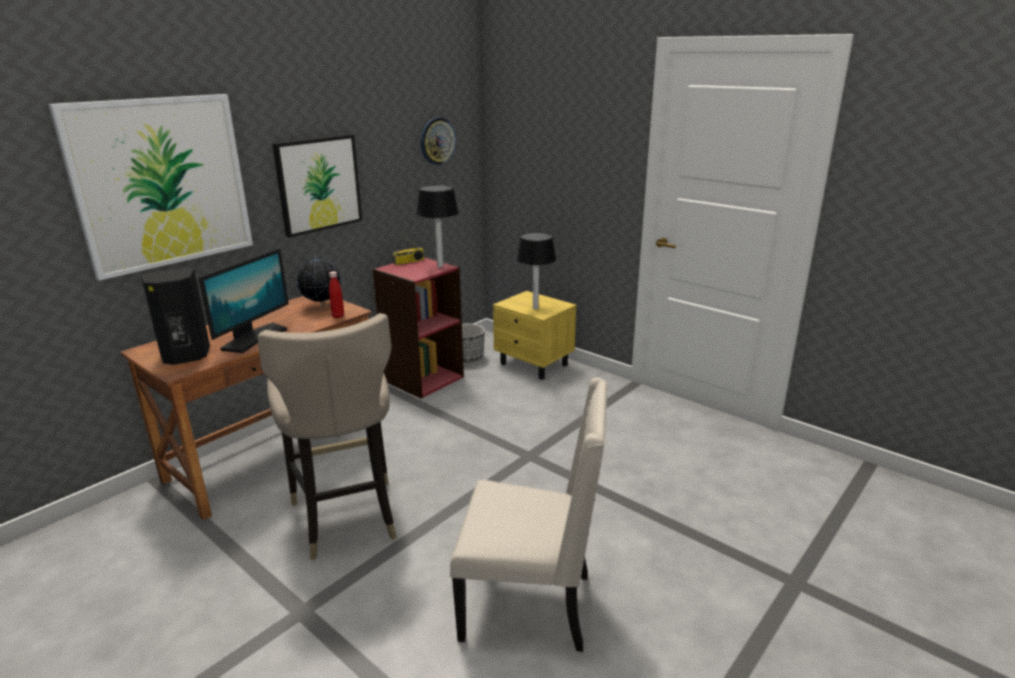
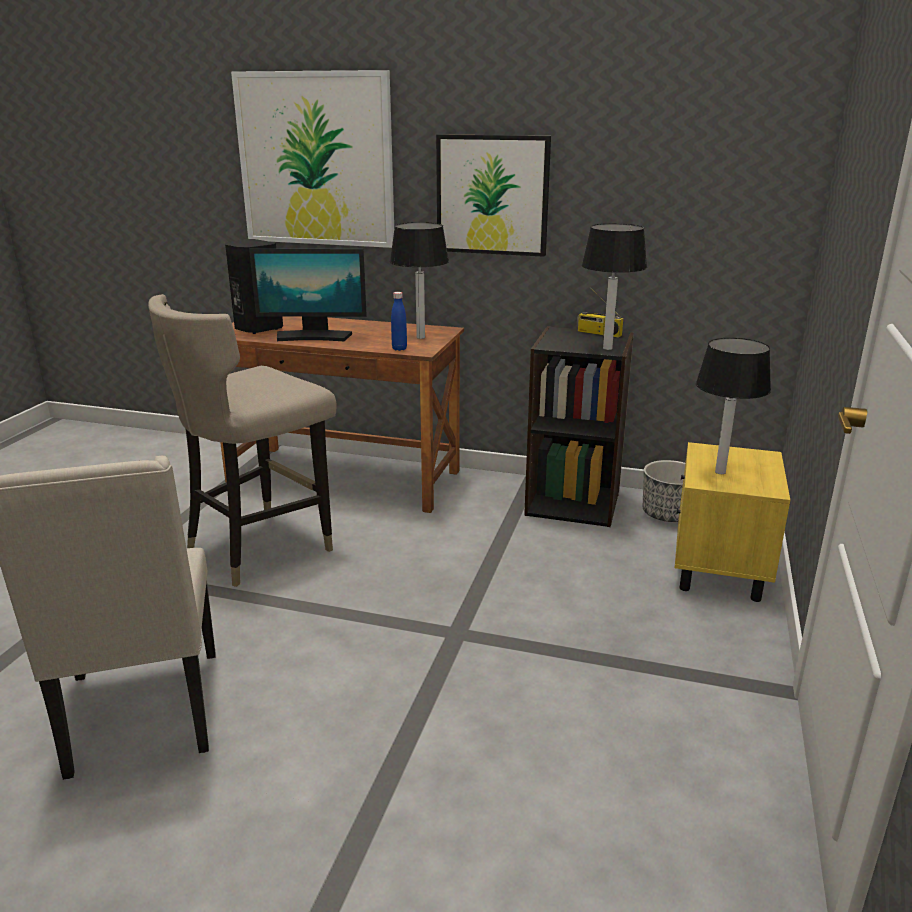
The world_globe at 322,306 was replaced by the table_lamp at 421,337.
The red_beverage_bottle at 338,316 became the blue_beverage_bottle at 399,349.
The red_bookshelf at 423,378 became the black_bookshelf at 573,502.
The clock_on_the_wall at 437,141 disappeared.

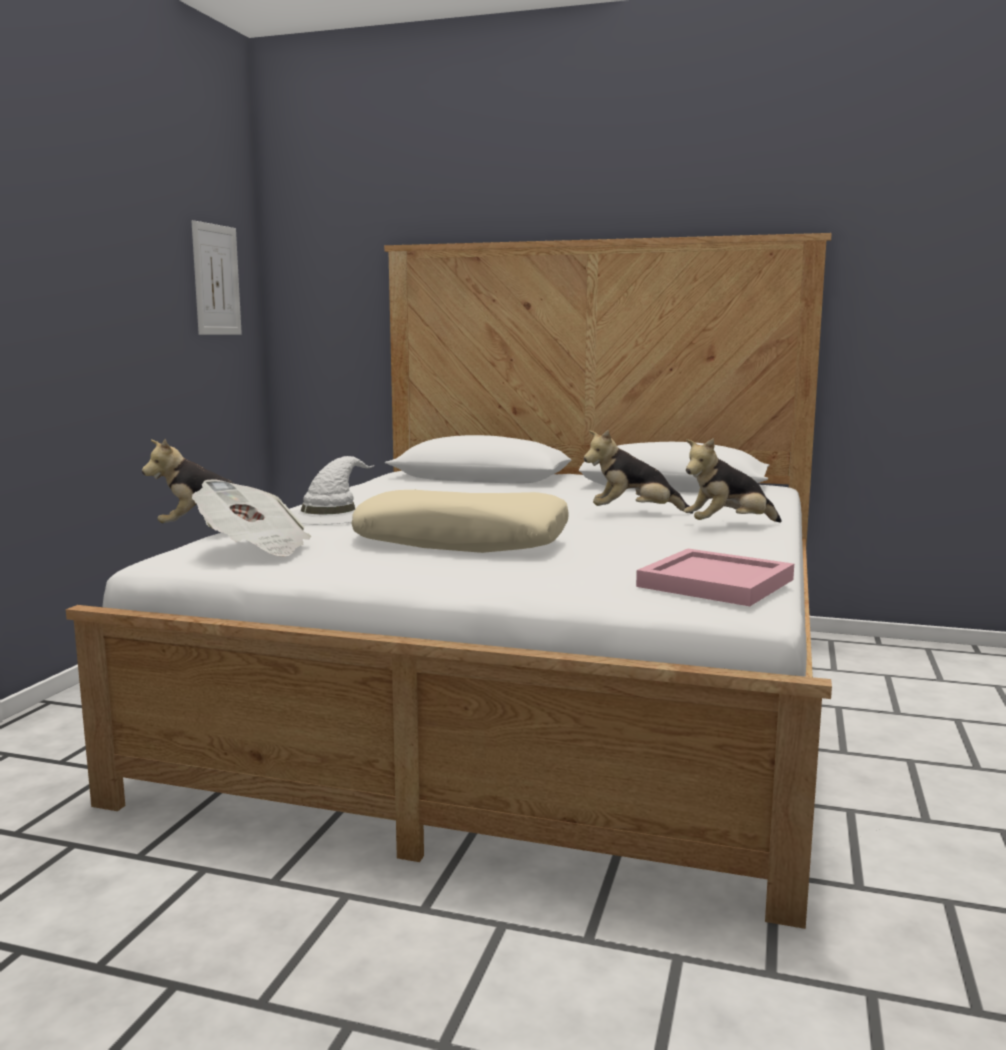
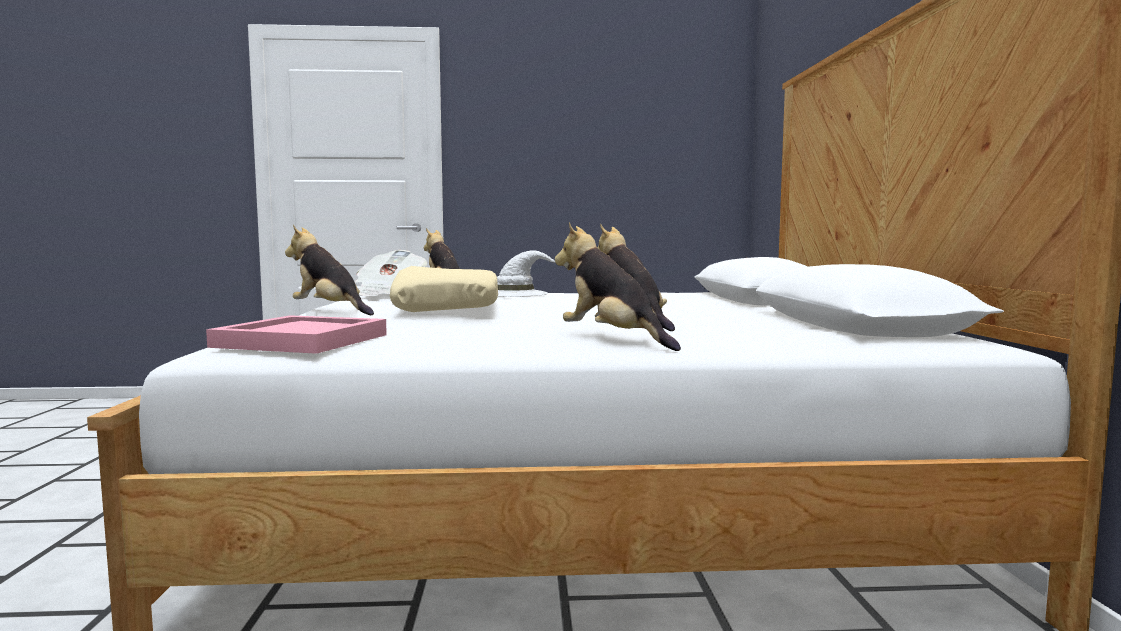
The picture at 216,280 disappeared.
The plush_toy at 330,311 appeared.

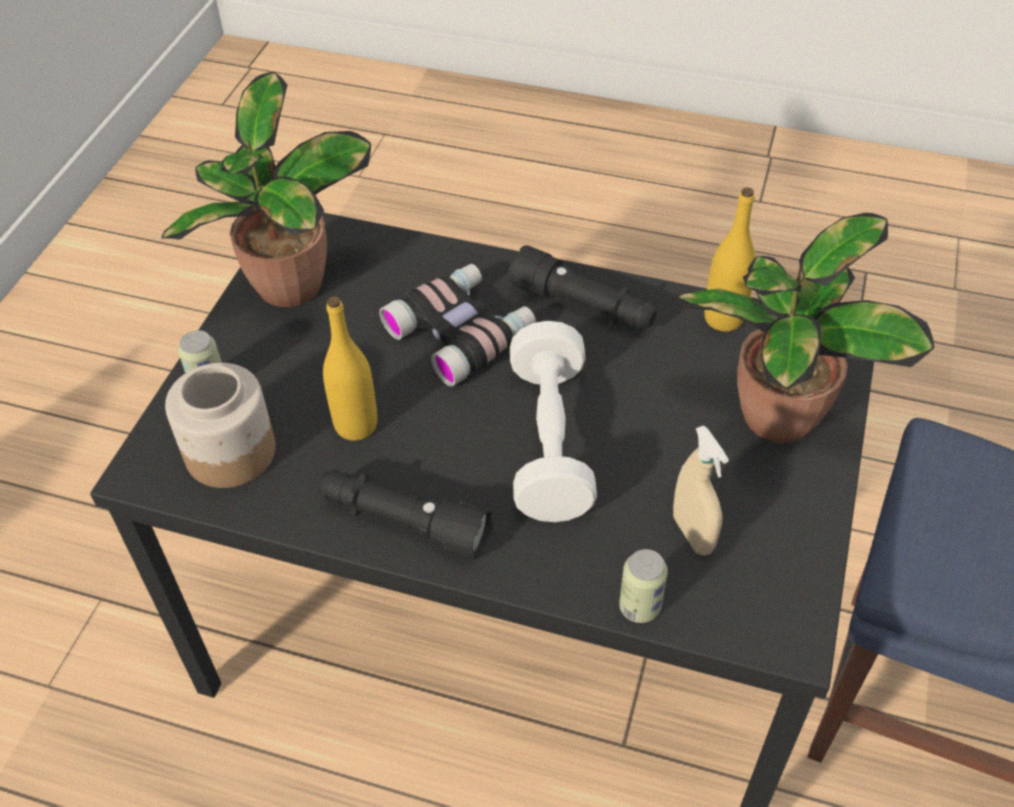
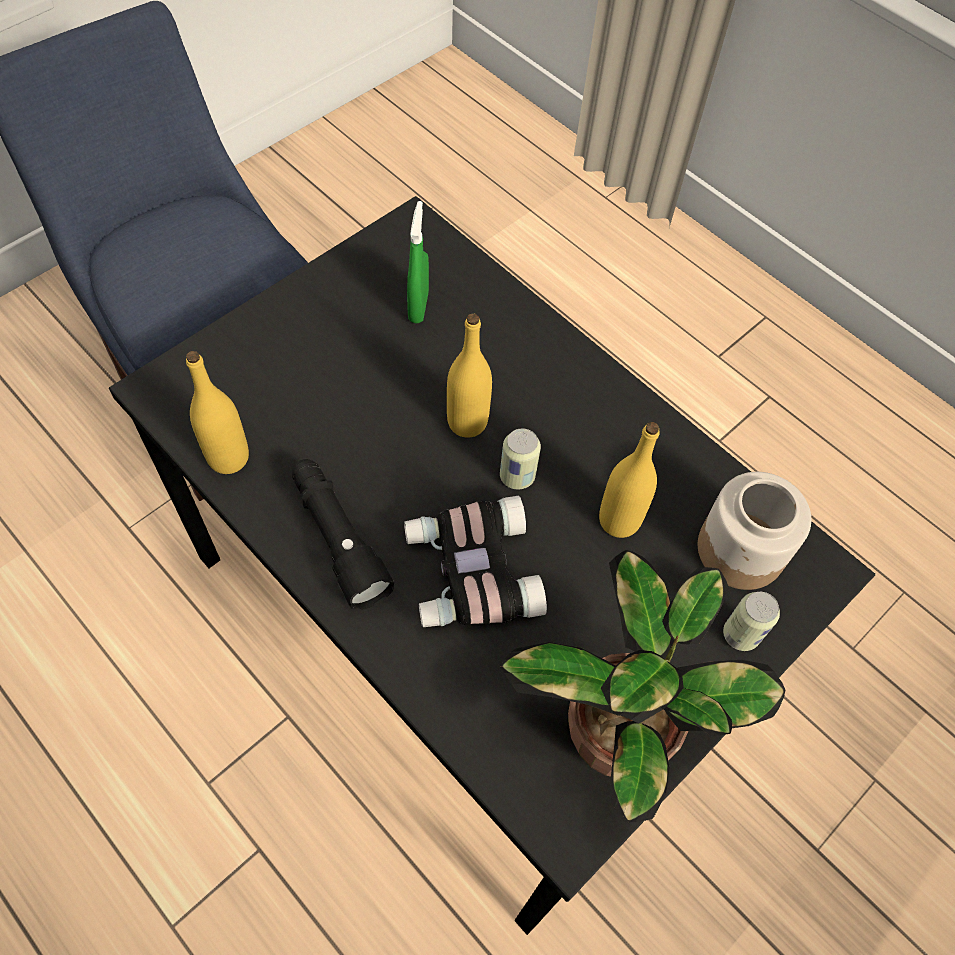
The black_torch at 404,522 disappeared.
The white-coloured_dumbbell at 550,442 was replaced by the yellowish_beverage_bottle at 467,422.
The metal_can moved from 640,607 to 517,476.
The sand-coloured_sprayer at 692,534 became the green-coloured_sprayer at 418,307.
The plant_in_a_pot at 774,418 disappeared.

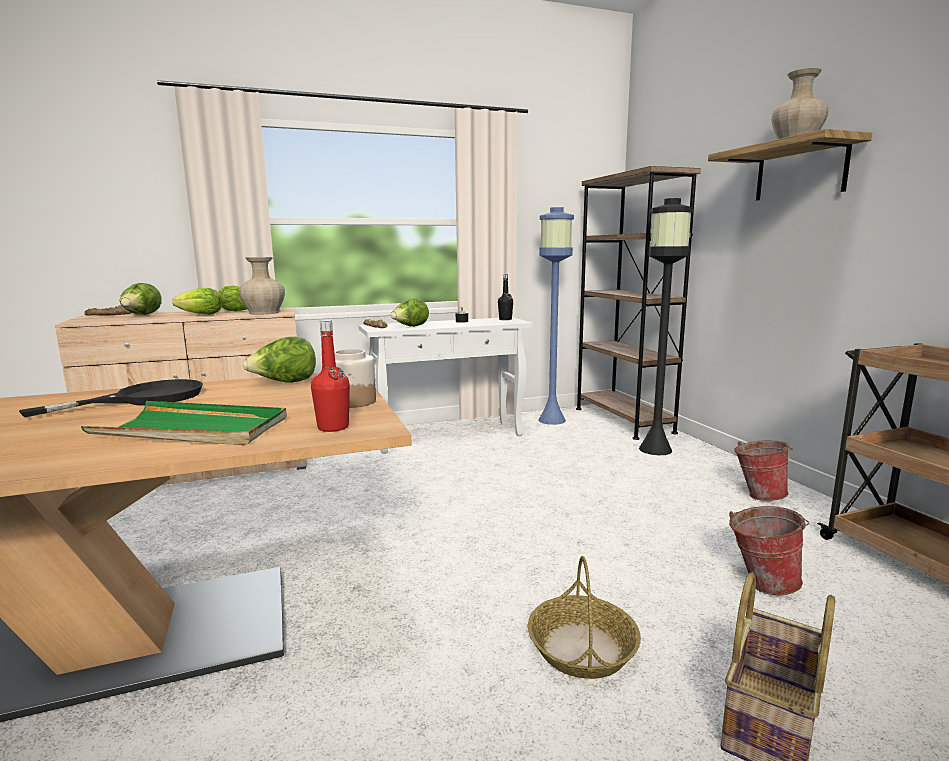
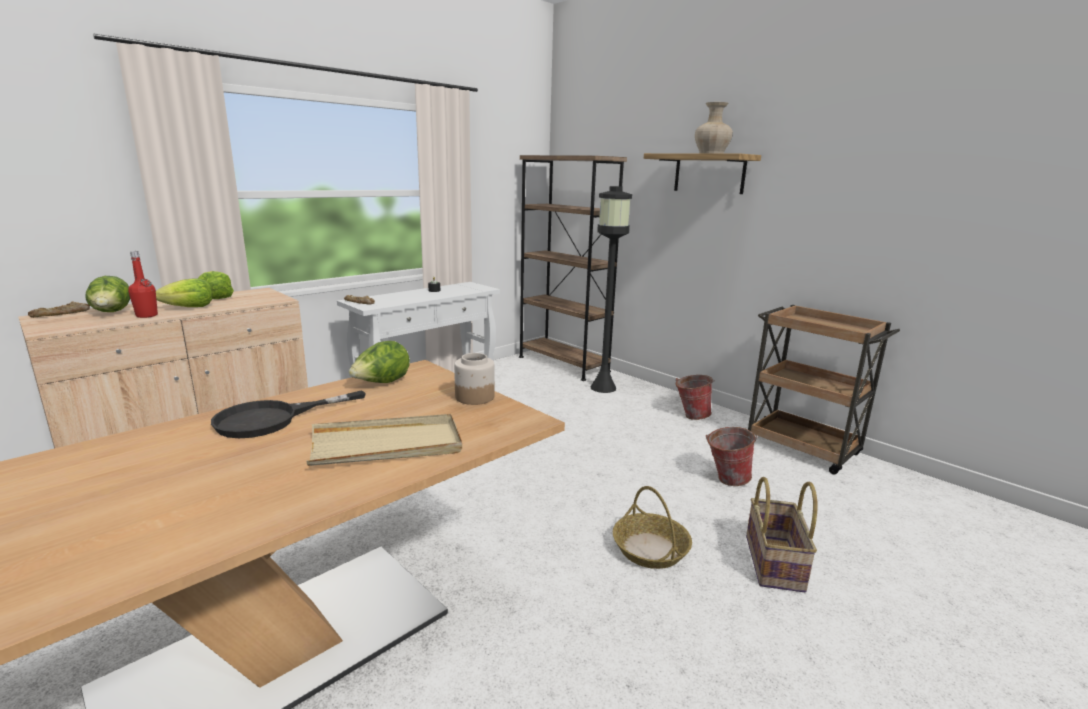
The black_frying_pan at 144,399 turned 150 degrees counterclockwise.
The green-coloured_serving_tray at 193,430 became the sand-coloured_serving_tray at 386,445.
The sand-coloured_flower_vase at 265,312 disappeared.
The red_beverage_bottle moved from 333,427 to 147,315.
The lettuce_head at 410,327 disappeared.
The black_beverage_bottle at 505,319 disappeared.
The blue_standing_lamp at 551,420 disappeared.

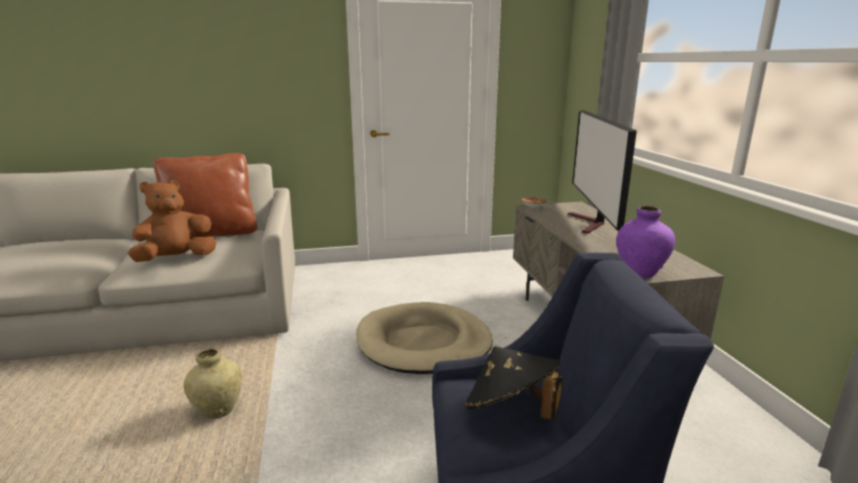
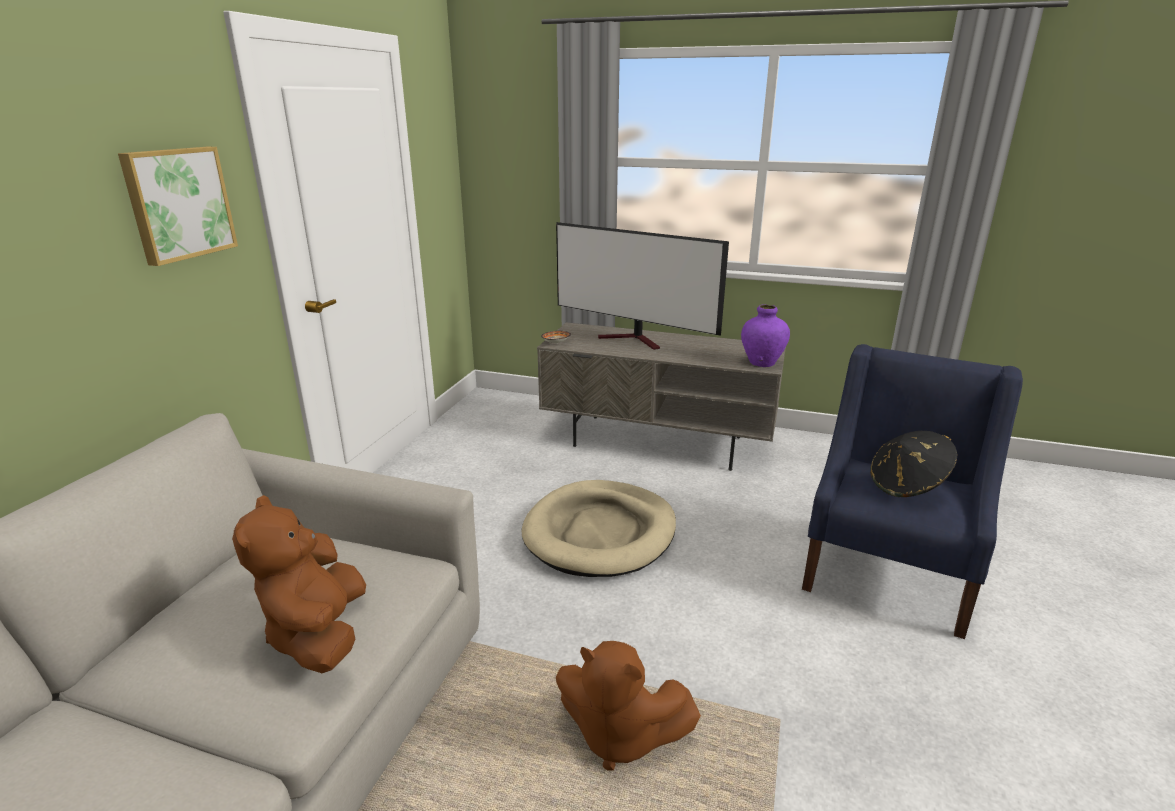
The brown-coloured_cushion at 212,235 disappeared.
The sand-coloured_flower_vase at 218,410 was replaced by the brown-coloured_plush_toy at 619,735.
The picture at 178,203 appeared.

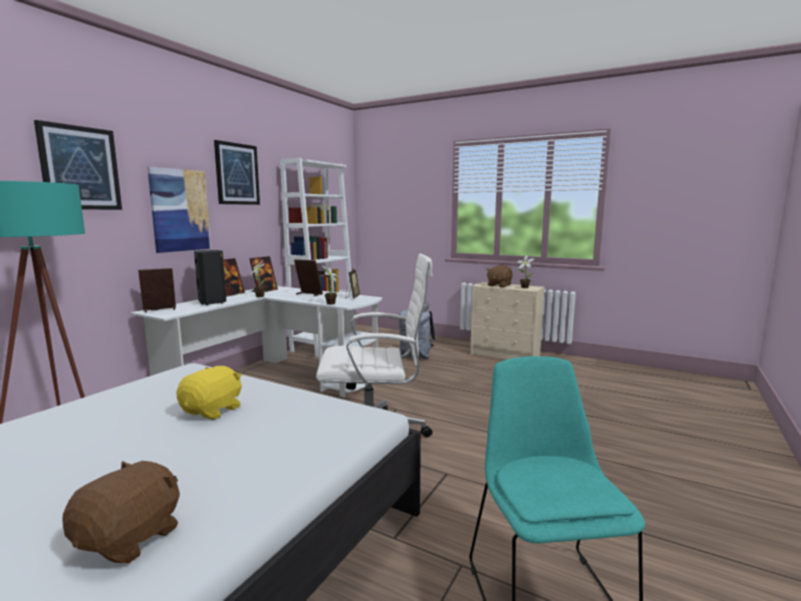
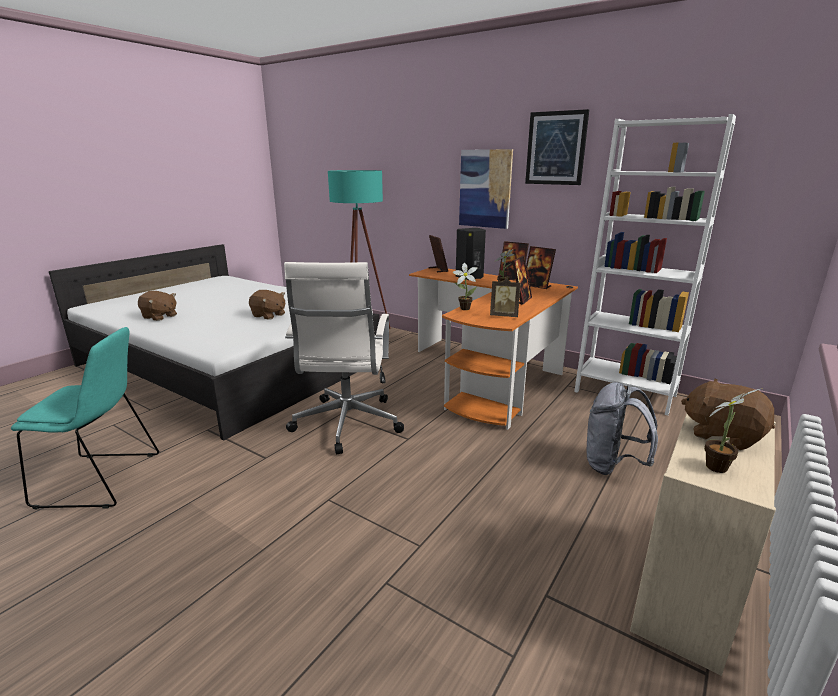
The picture at 80,168 disappeared.
The white-coloured_desk_unit at 276,380 became the orangey_desk_unit at 490,375.
The yellowish_plush_toy at 213,410 became the brown-coloured_plush_toy at 268,315.

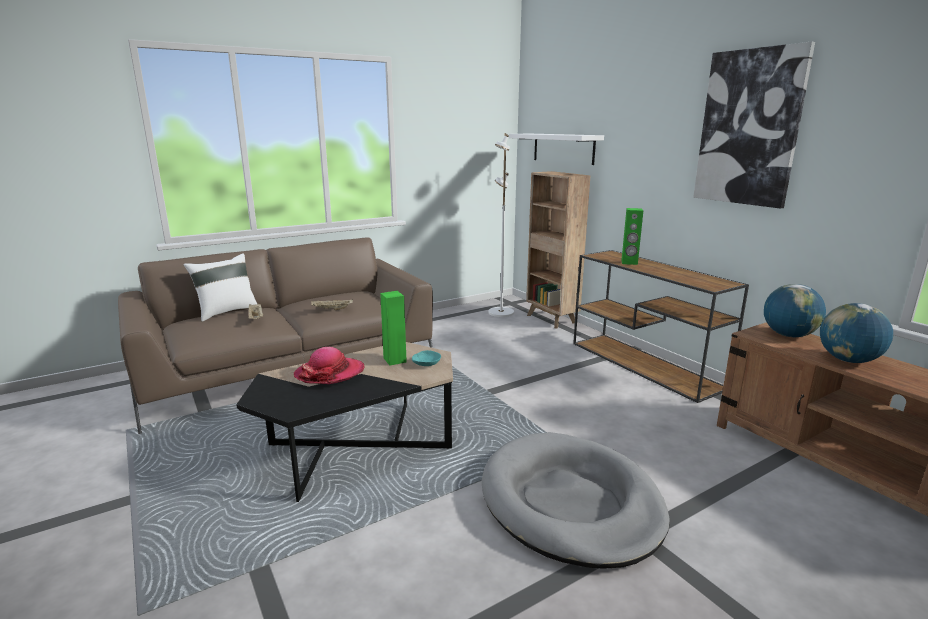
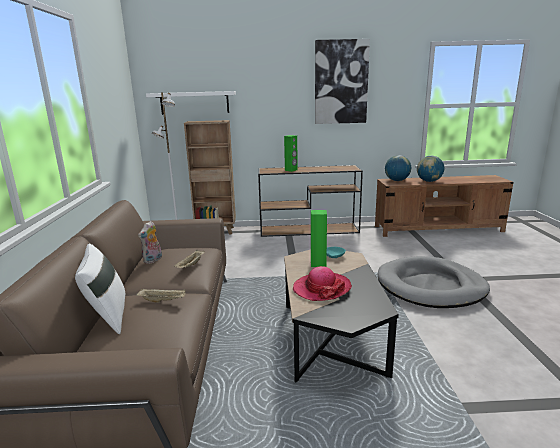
The plush_toy at 153,260 appeared.

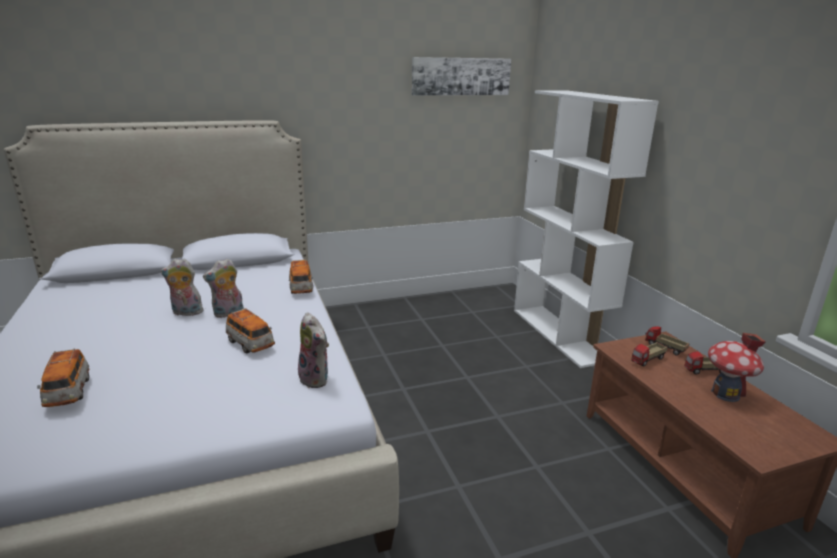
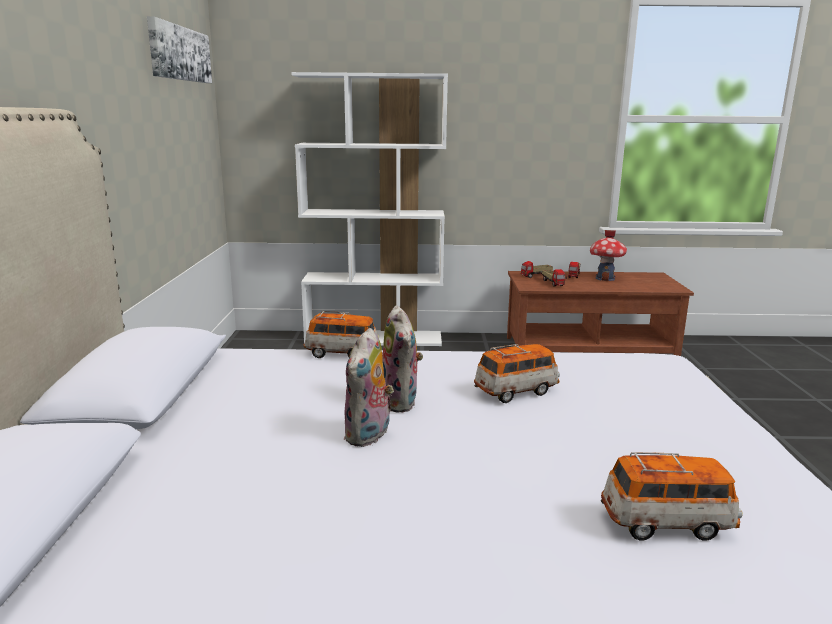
The plush_toy at 316,379 disappeared.

